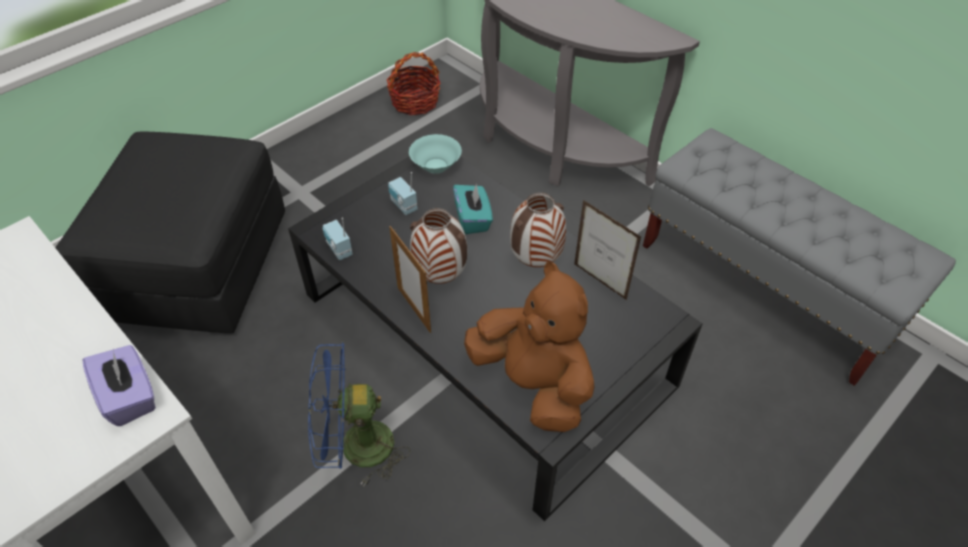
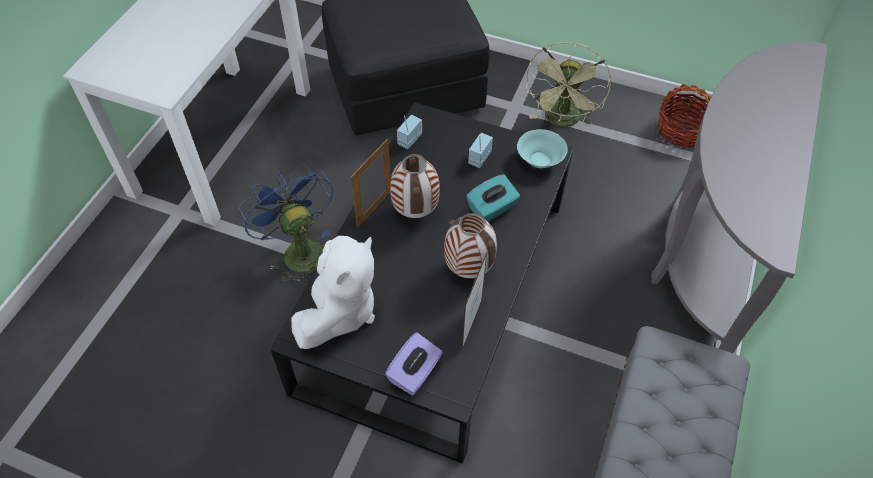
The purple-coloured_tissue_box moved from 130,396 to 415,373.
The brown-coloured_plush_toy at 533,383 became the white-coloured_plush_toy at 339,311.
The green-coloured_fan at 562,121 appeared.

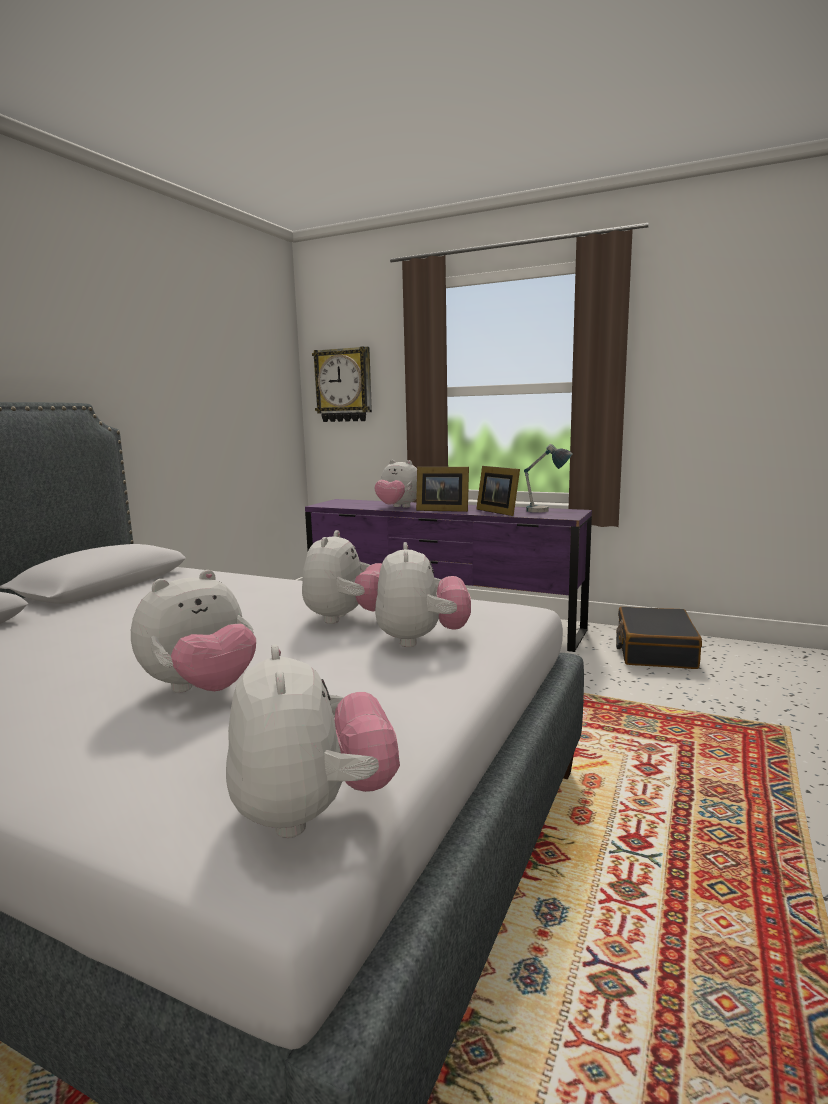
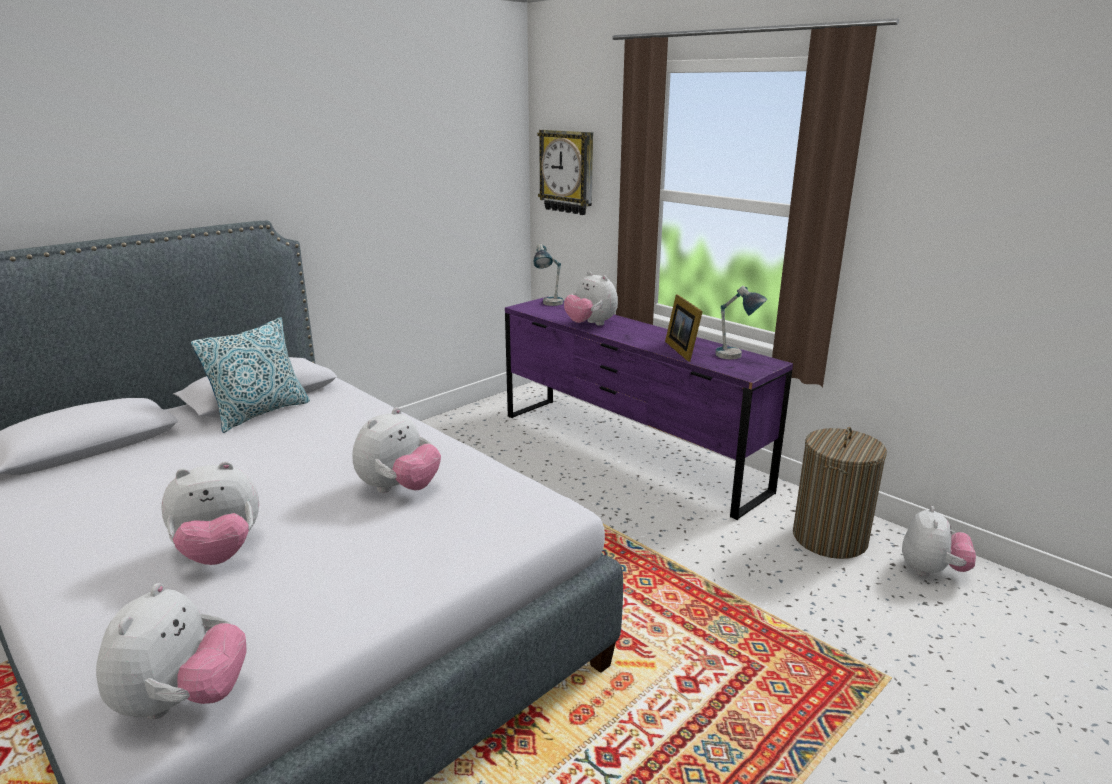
The plush_toy moved from 421,640 to 931,571.
The photo_frame at 441,510 disappeared.
The black_piece_of_luggage at 654,650 was replaced by the laundry_basket at 829,538.
The cushion at 260,413 appeared.
The table_lamp at 549,305 appeared.

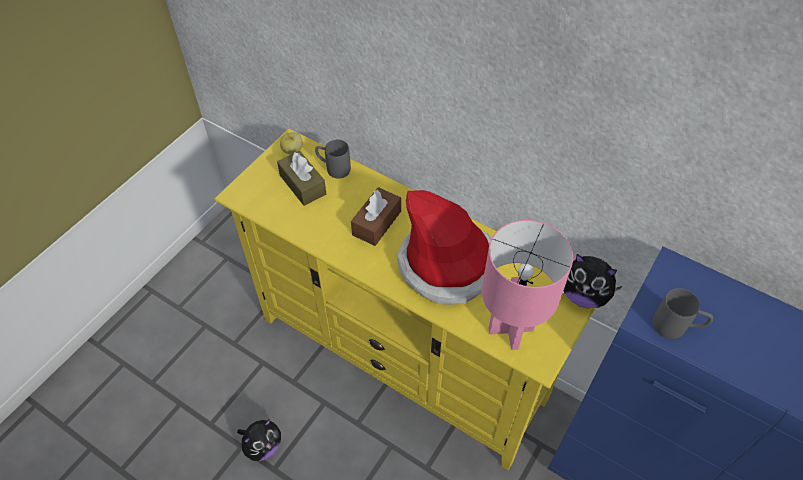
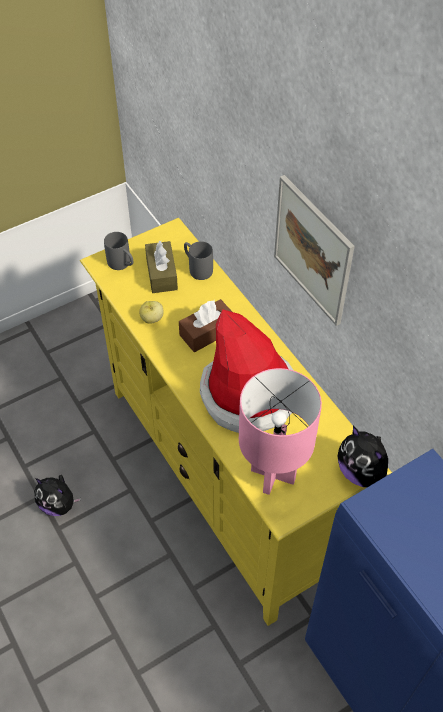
The plush_toy at 263,446 turned 45 degrees clockwise.
The apple_fruit moved from 292,150 to 152,319.
The grey_tea_mug moved from 676,327 to 122,265.
The picture at 313,250 appeared.

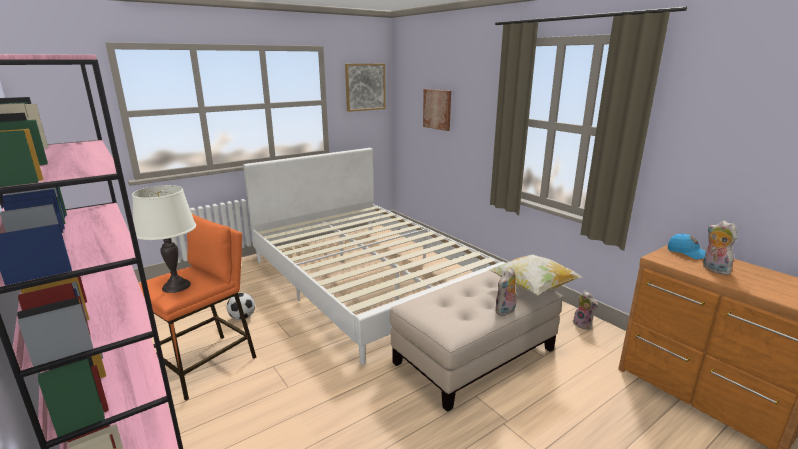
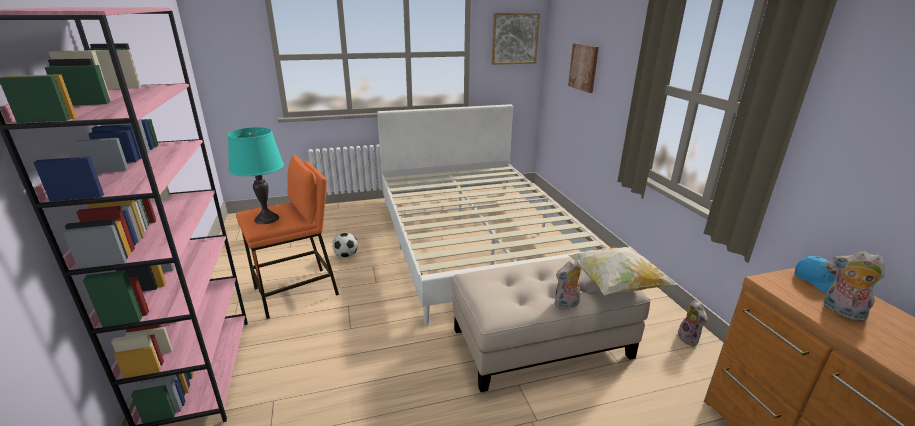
The white-coloured_table_lamp at 176,286 became the blue-green_table_lamp at 267,219.
The plush_toy at 713,269 turned 45 degrees counterclockwise.

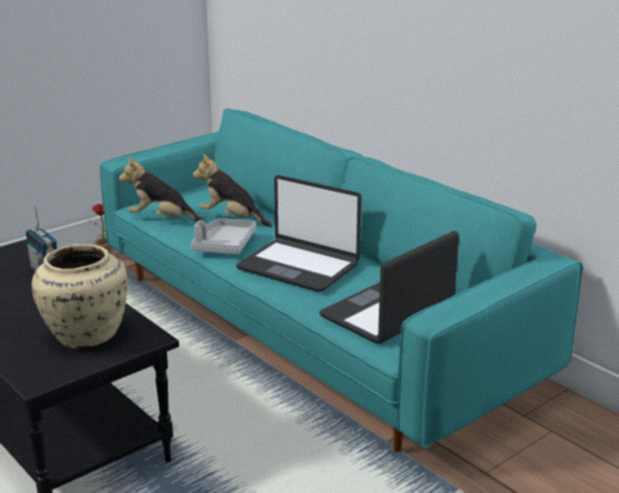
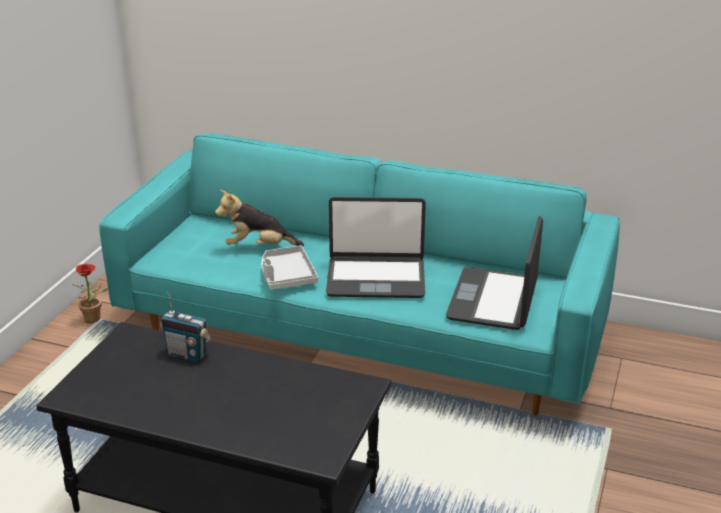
The sand-coloured_flower_vase at 86,335 disappeared.
The plush_toy at 162,219 disappeared.

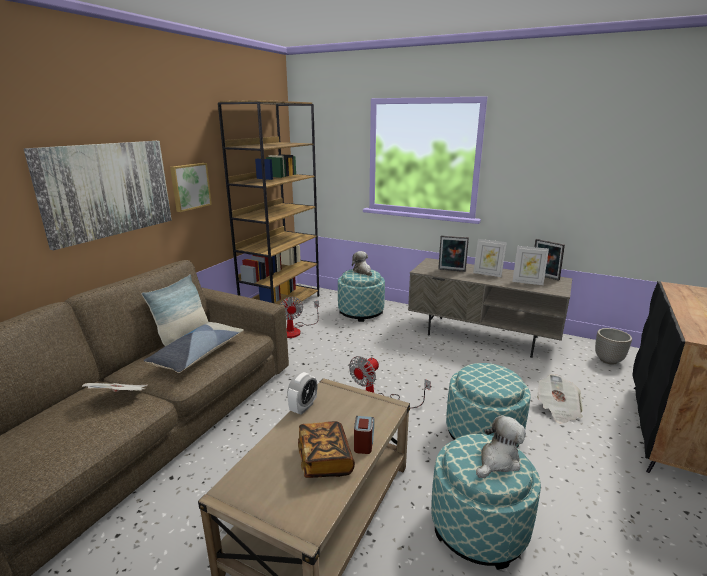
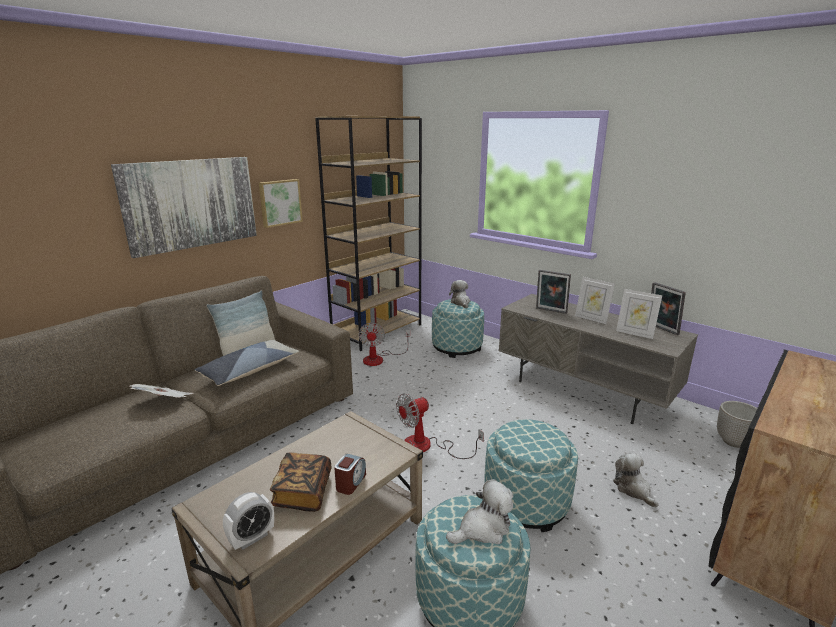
The table_clock moved from 303,407 to 252,538.
The printed_paper at 558,409 was replaced by the plush_toy at 633,489.

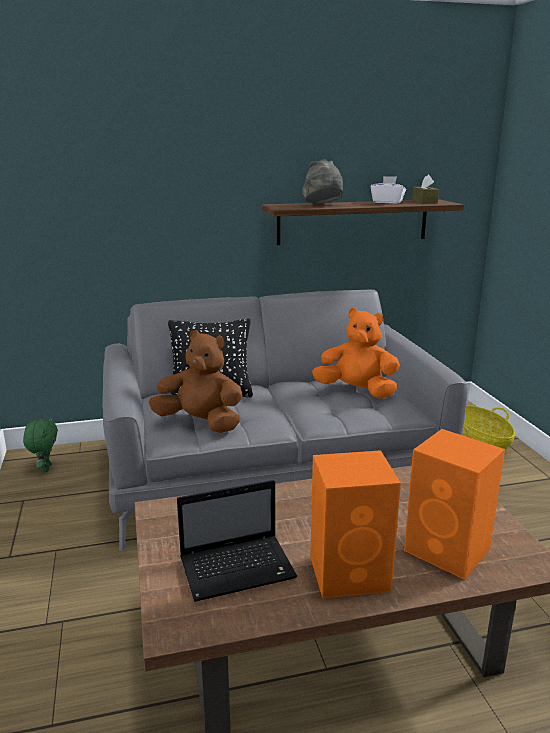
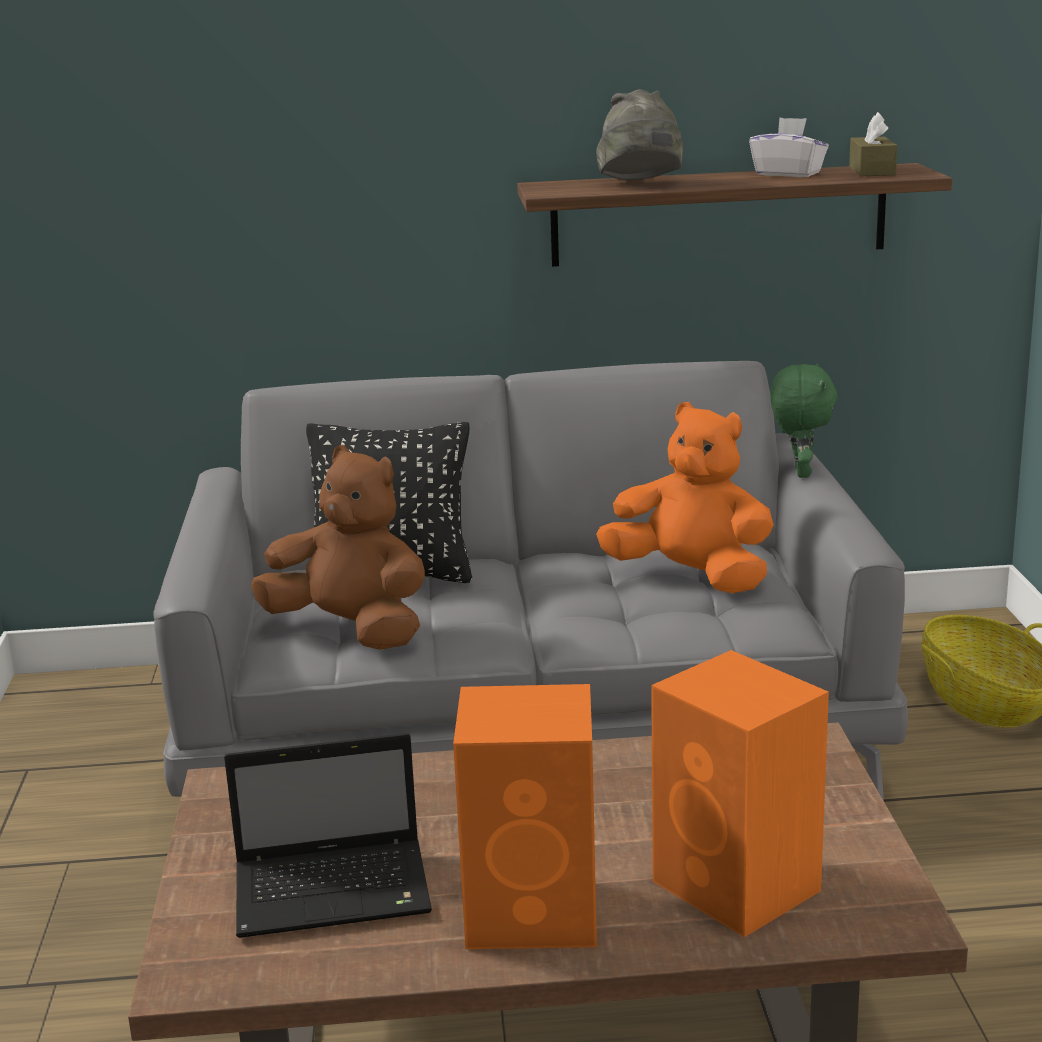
The green-coloured_plush_toy moved from 45,468 to 799,472.

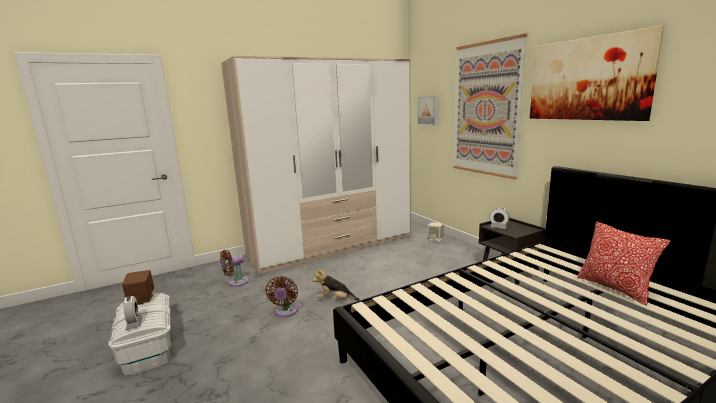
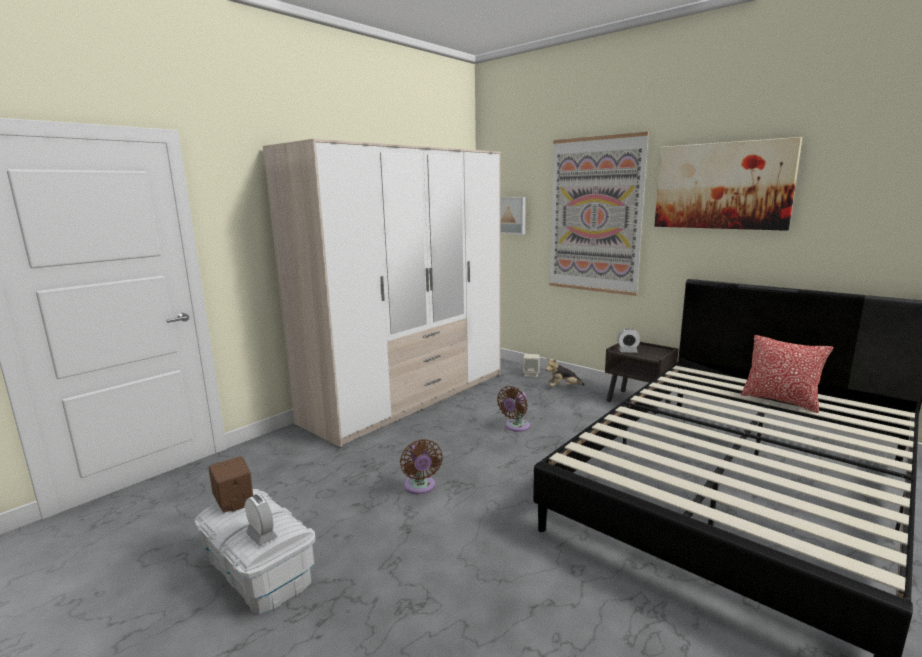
The brown-coloured_fan moved from 236,282 to 515,427.
The plush_toy moved from 335,300 to 563,387.

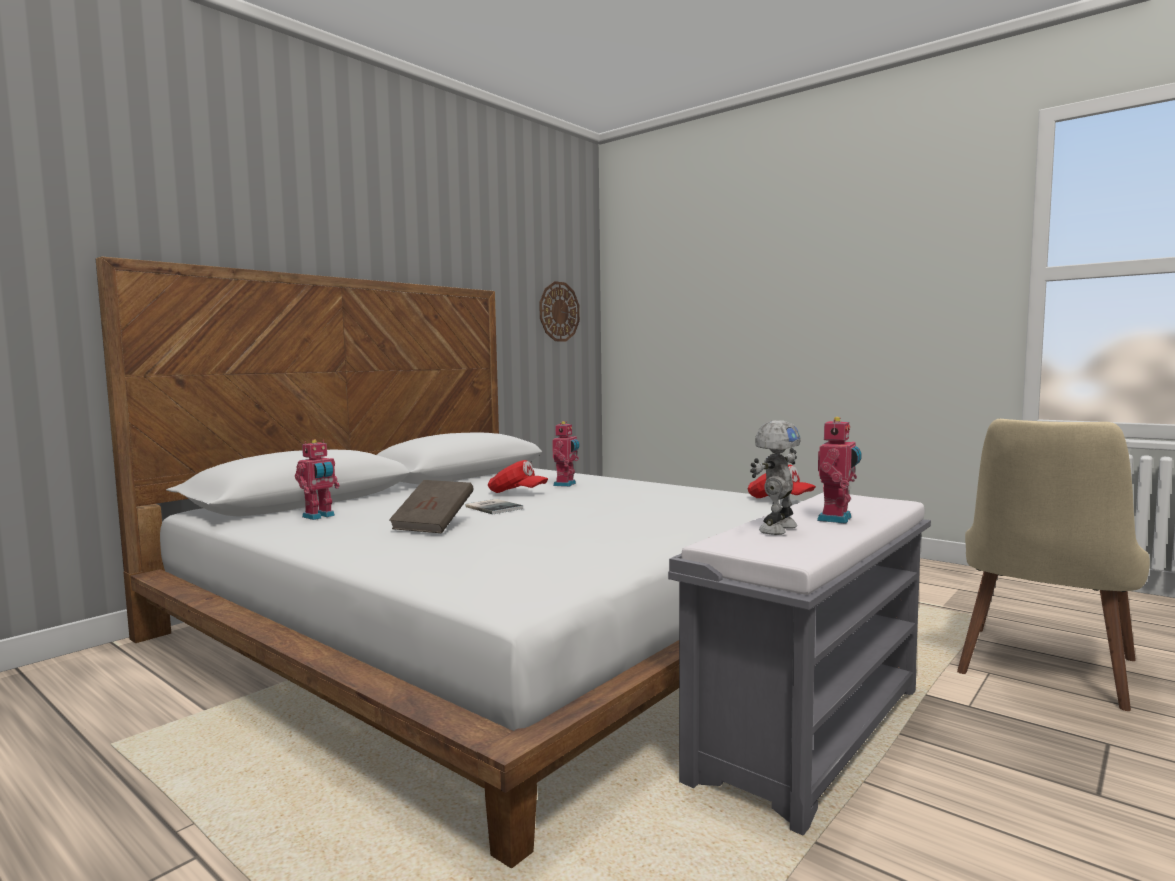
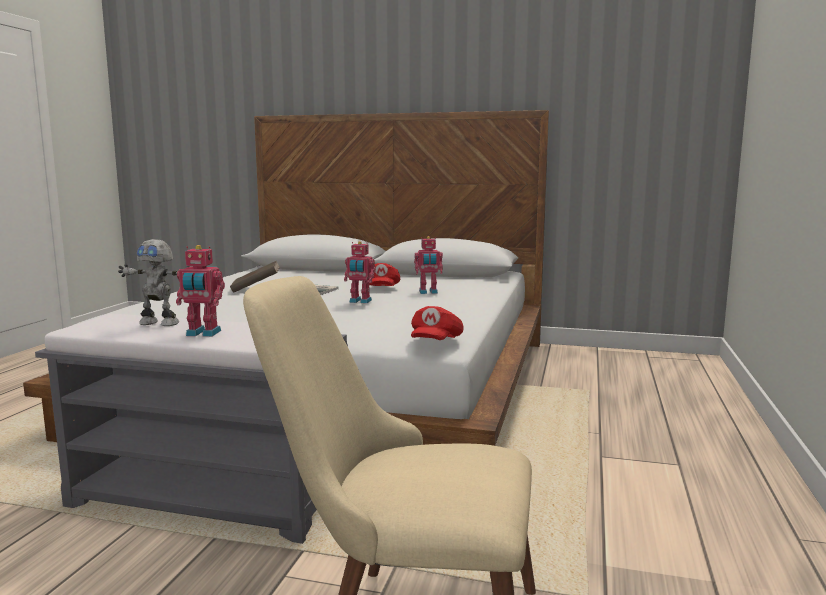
The toy_robot moved from 319,516 to 360,301.
The clock_on_the_wall at 559,311 disappeared.

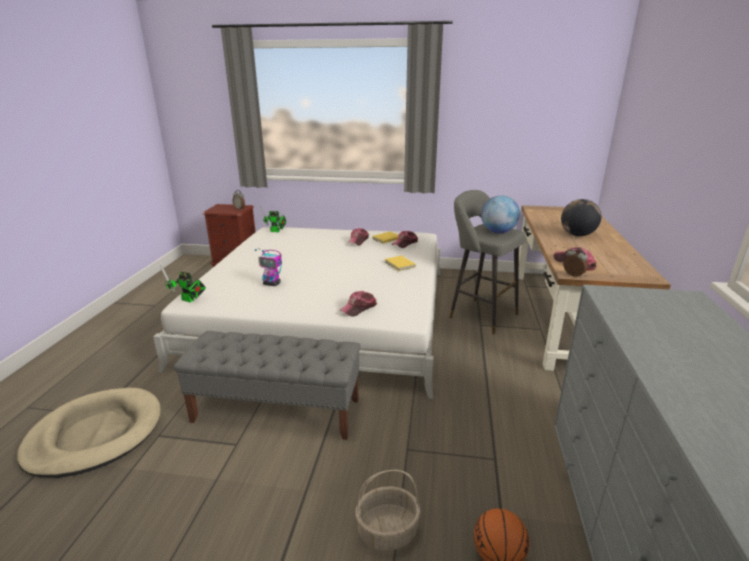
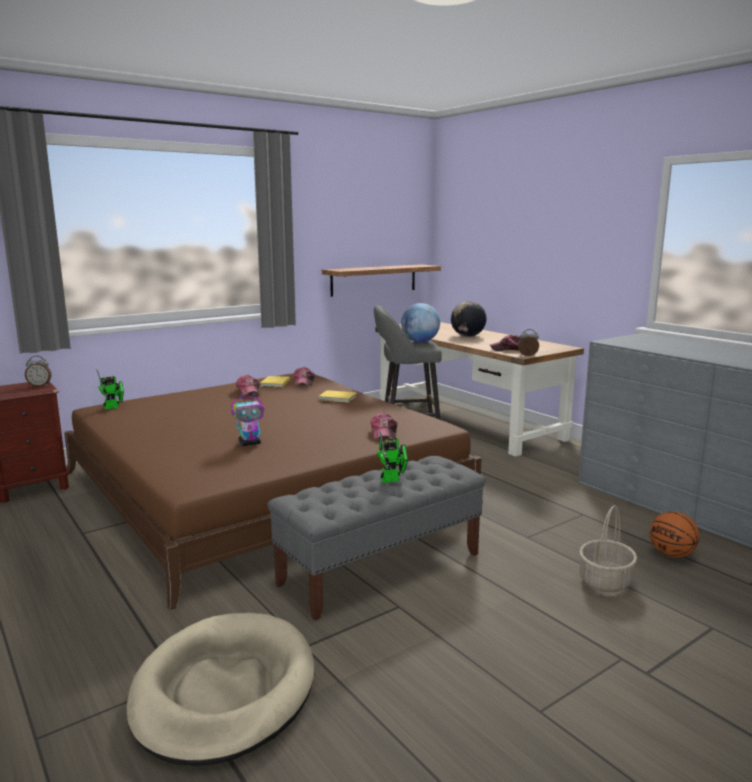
The white-coloured_bedroom_bed at 325,314 became the brown-coloured_bedroom_bed at 262,487.
The toy_robot moved from 189,300 to 393,480.
The bracket_shelf at 374,280 appeared.

